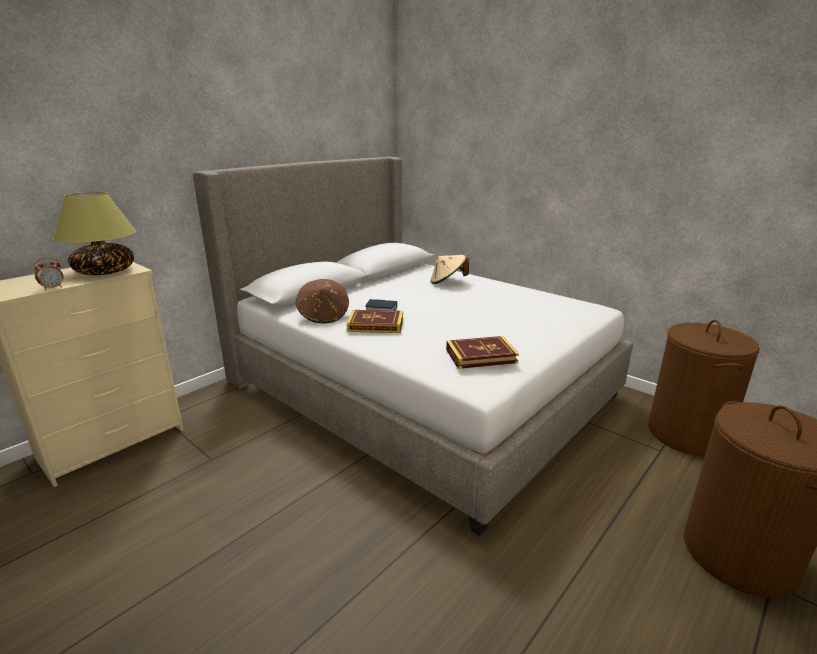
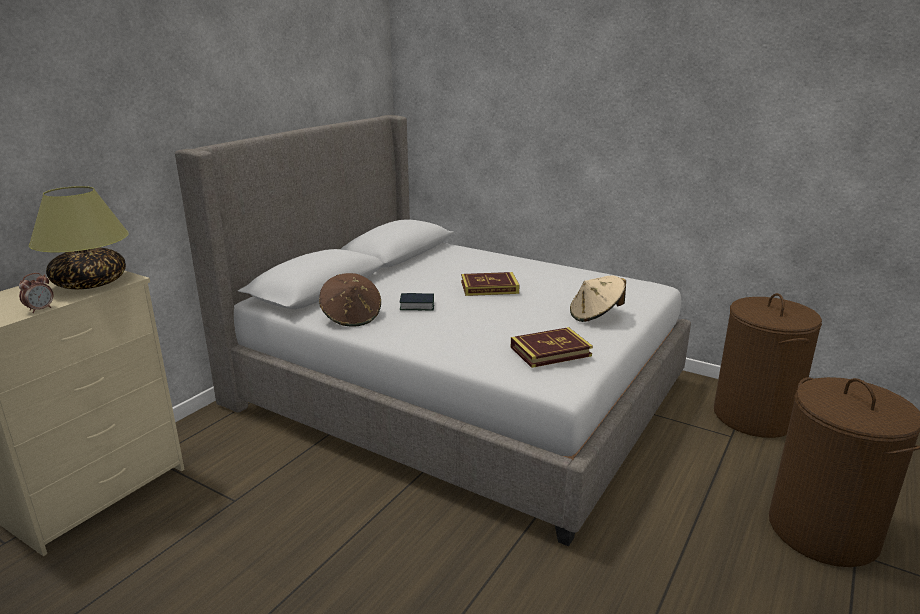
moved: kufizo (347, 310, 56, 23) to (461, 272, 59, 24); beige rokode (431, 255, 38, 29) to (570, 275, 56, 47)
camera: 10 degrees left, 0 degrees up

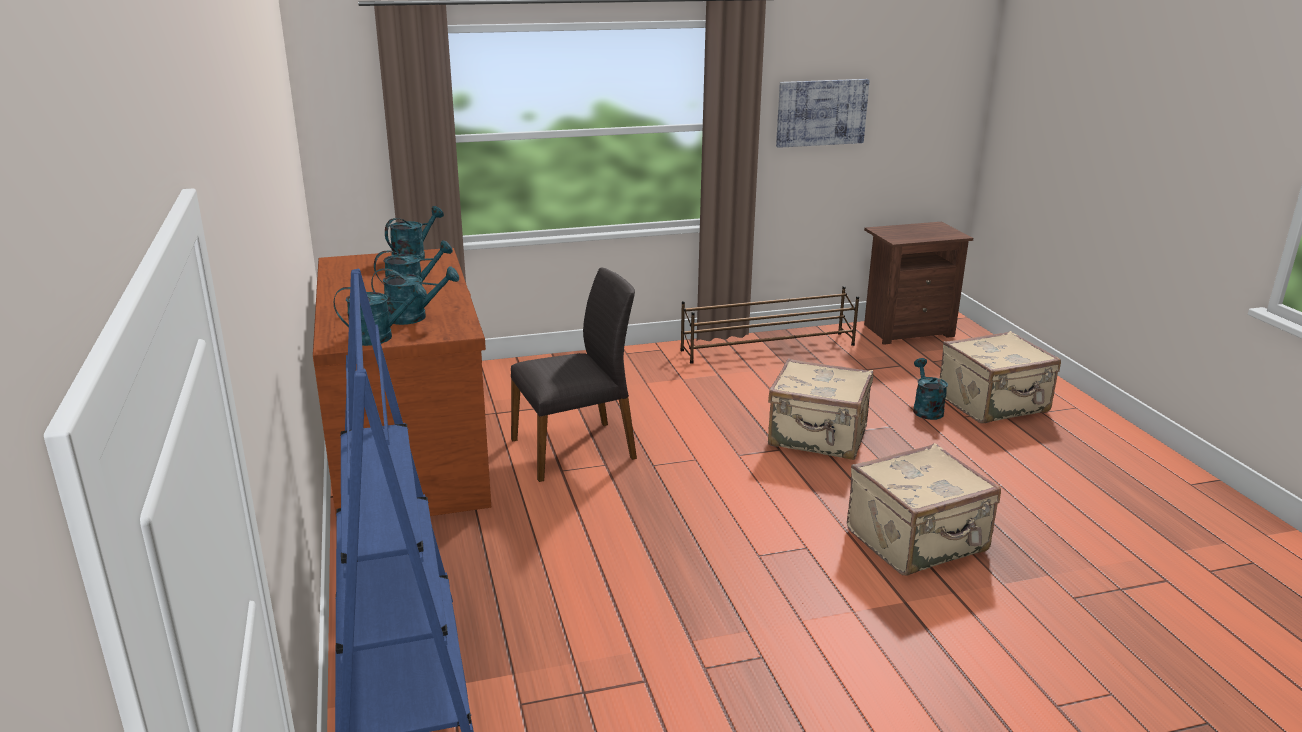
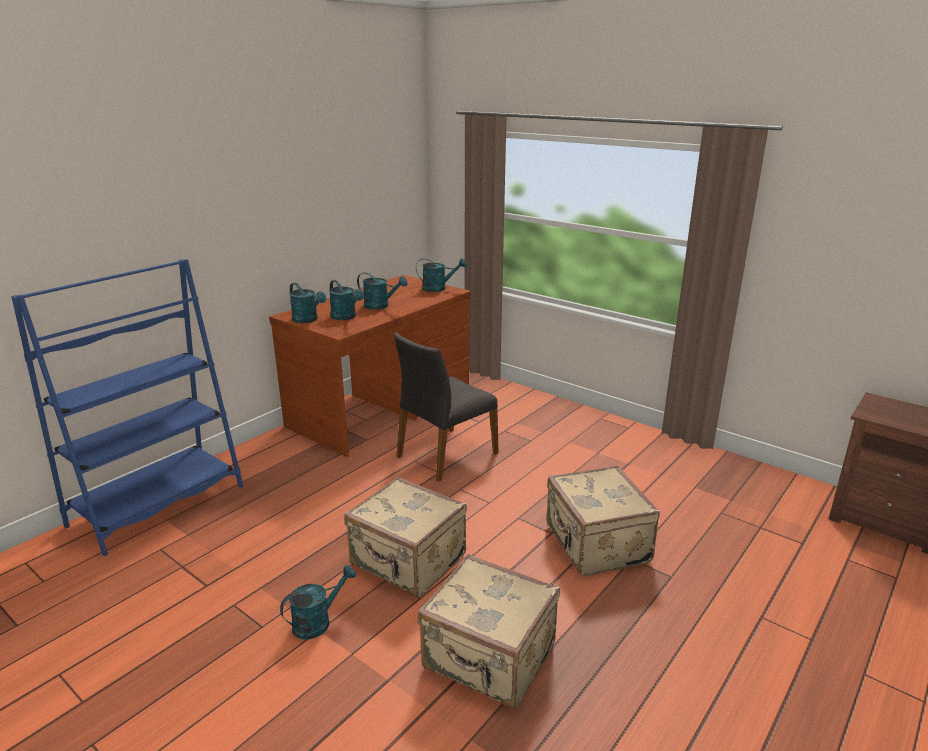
removed: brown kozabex (680, 286, 179, 78); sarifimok (776, 79, 94, 69)
moved: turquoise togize (913, 358, 35, 62) to (280, 565, 76, 74); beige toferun (940, 331, 121, 92) to (344, 477, 123, 120)
turned: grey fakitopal (511, 268, 126, 214) = (394, 332, 105, 149) 105 degrees clockwise
camera: 55 degrees right, 0 degrees up

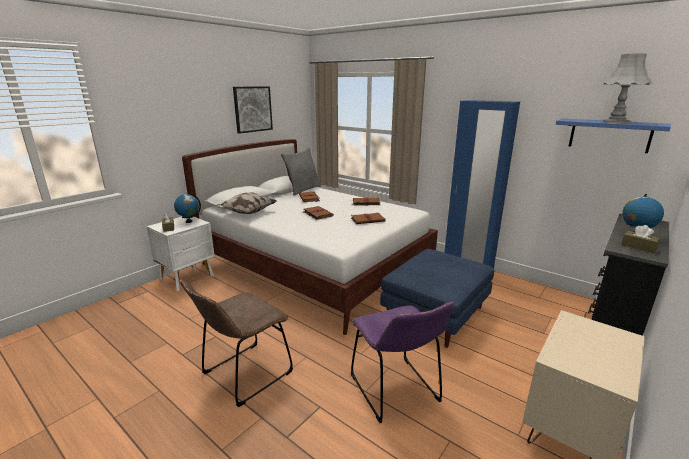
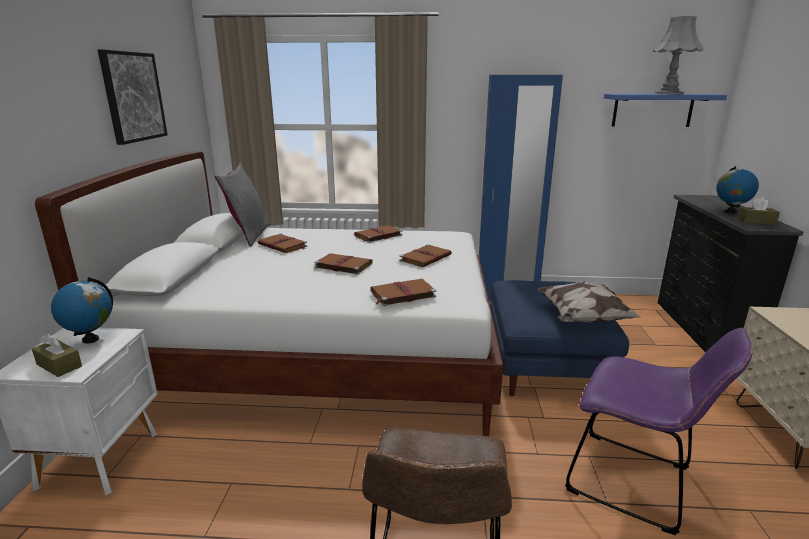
added: brown kufizo (371, 279, 65, 27)
moved: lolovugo (214, 192, 62, 22) to (537, 281, 104, 42)
camera: 35 degrees left, 0 degrees up

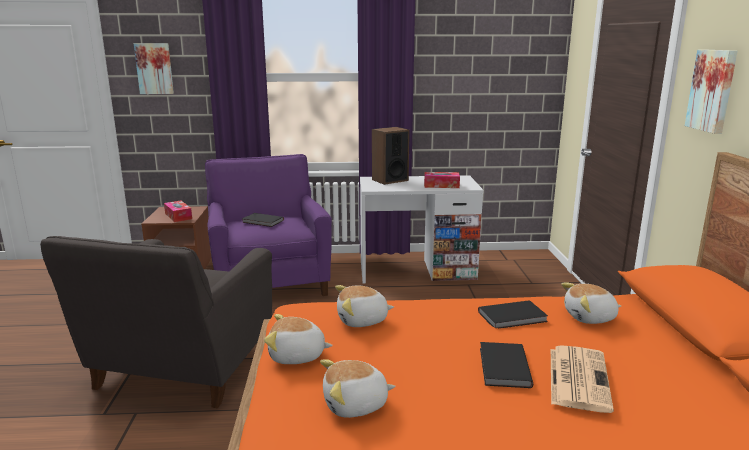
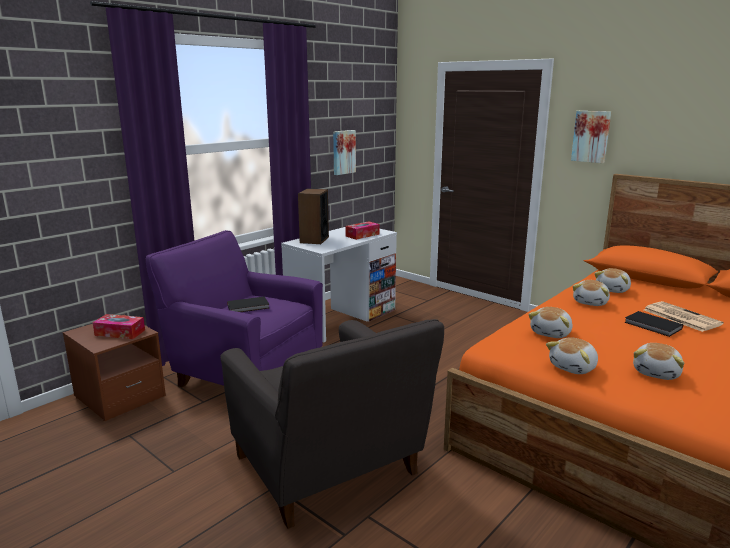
moved: sarifimok (134, 43, 40, 51) to (333, 130, 23, 45)
replaced: black kufizo (478, 300, 70, 28) to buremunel (573, 280, 37, 26)
camera: 45 degrees left, 0 degrees up

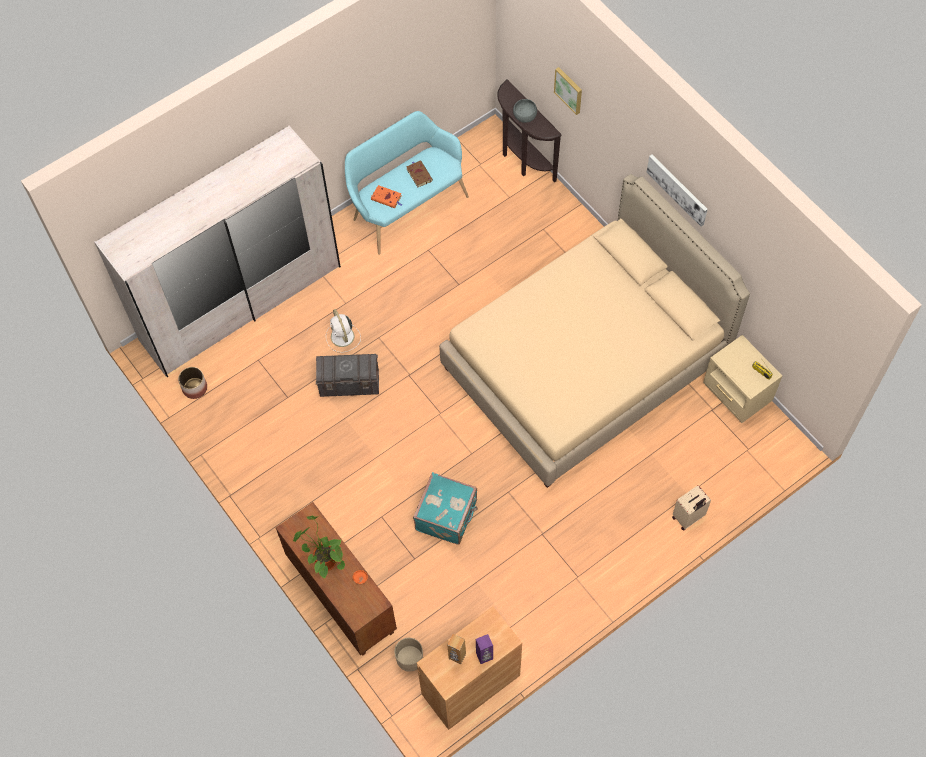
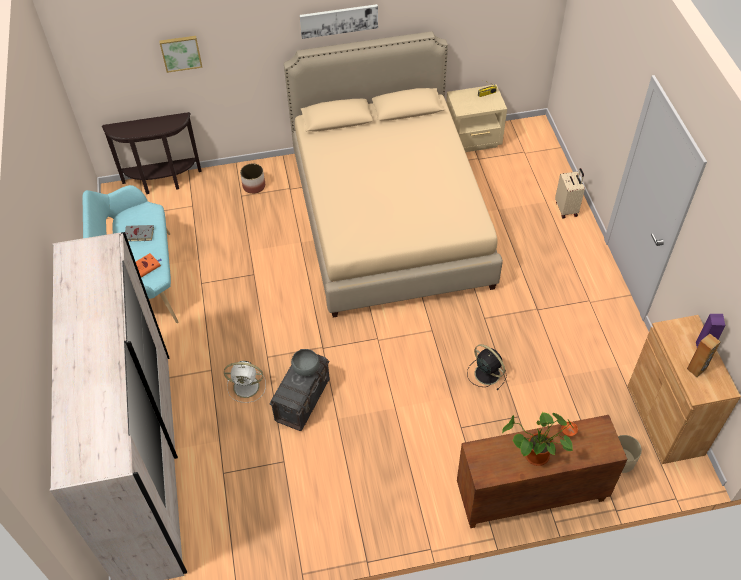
moved: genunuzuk (178, 367, 29, 32) to (240, 164, 25, 30); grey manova (513, 99, 24, 24) to (291, 349, 29, 27)
replaced: turquoise toferun (413, 472, 65, 73) to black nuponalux (467, 344, 40, 46)
recoloured: brown kufizo (406, 160, 27, 27) to grey kufizo (125, 225, 29, 17)
camera: 65 degrees left, 10 degrees down

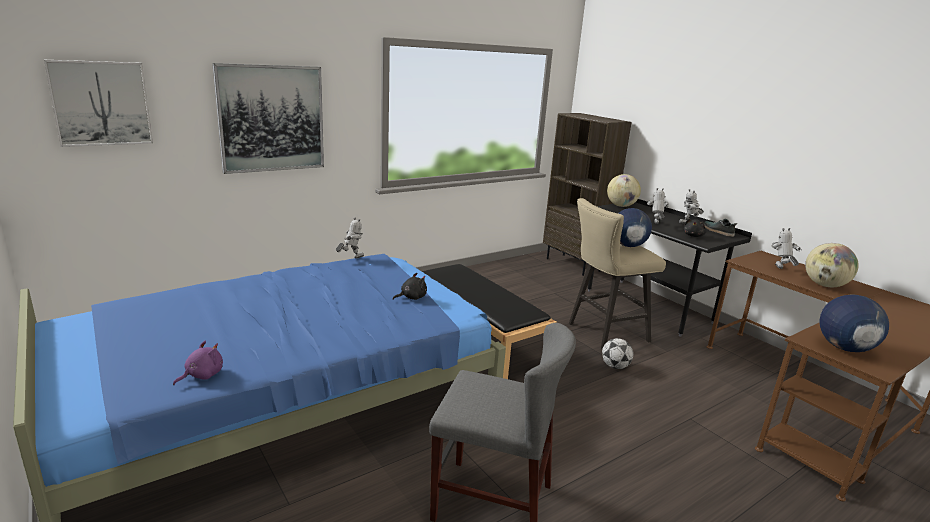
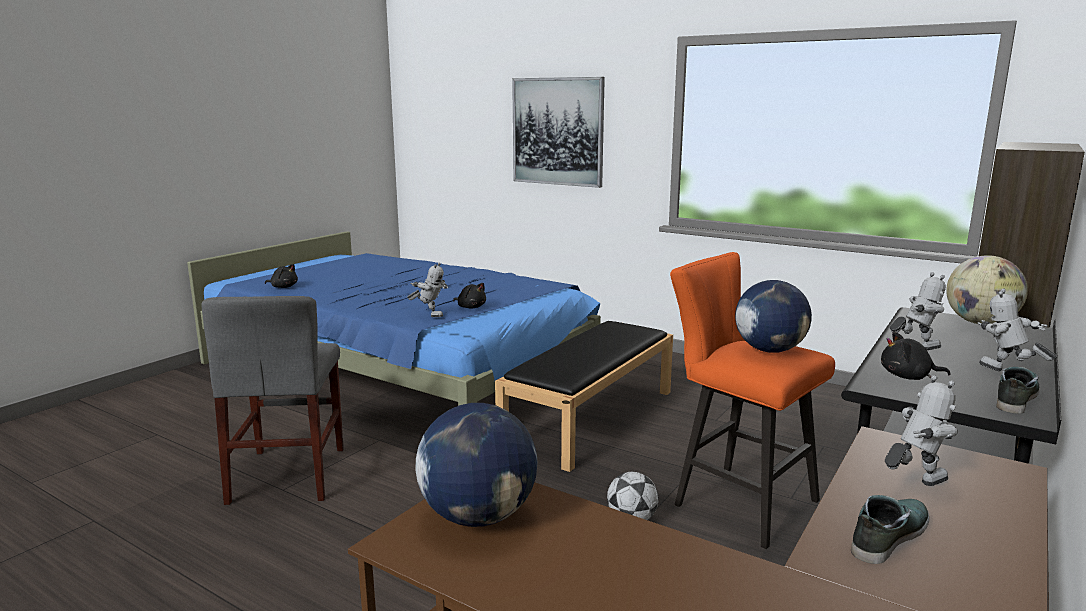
removed: sarifimok (44, 60, 109, 87)
moved: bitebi (336, 218, 28, 41) to (407, 262, 41, 55)
replaced: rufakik (805, 243, 54, 44) to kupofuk (851, 495, 78, 69)
recoloured: purple buremunel (173, 341, 50, 44) to black buremunel (265, 264, 33, 24); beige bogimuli (569, 198, 97, 151) to orange bogimuli (670, 252, 165, 297)
camera: 70 degrees right, 5 degrees down

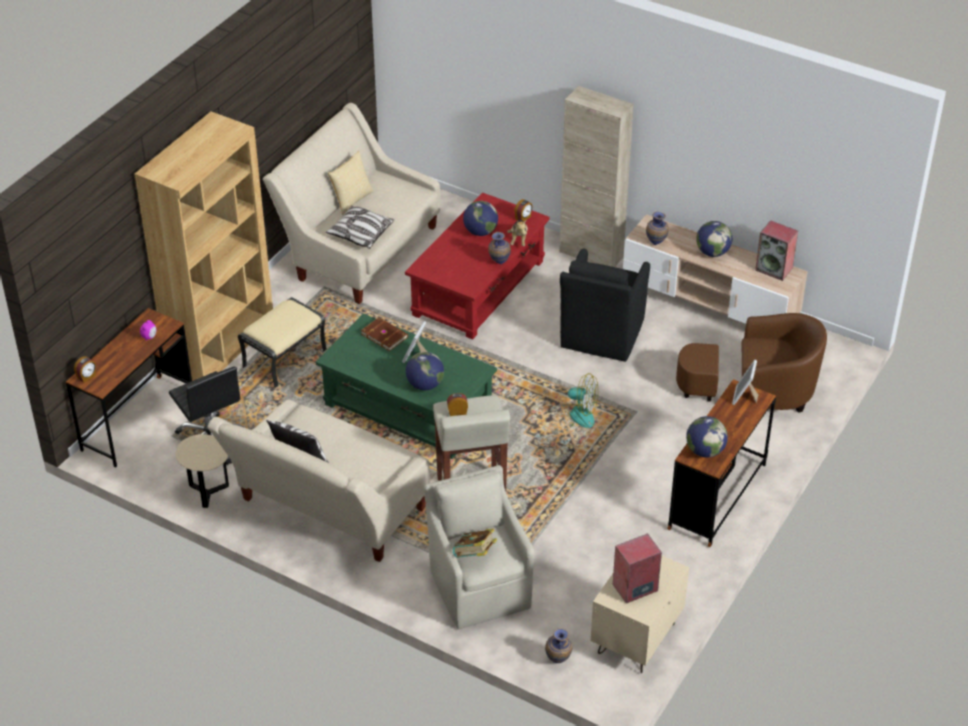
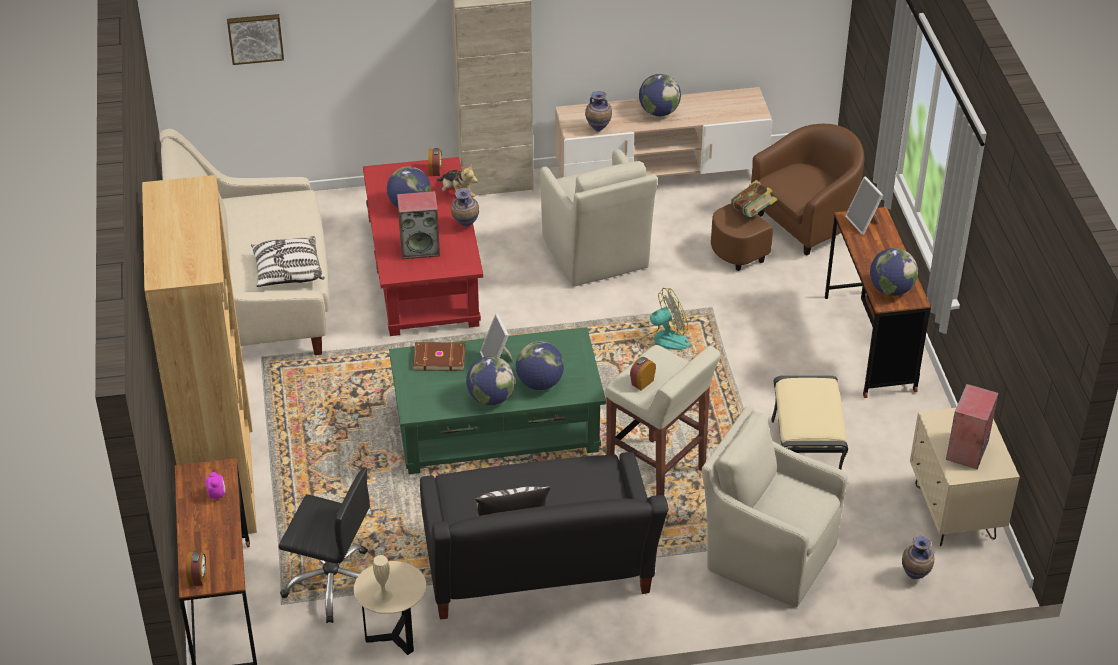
removed: lolovugo (328, 151, 45, 64)
added: sarifimok (227, 14, 57, 51); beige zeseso (373, 555, 20, 48); rufakik (466, 356, 49, 49)
moved: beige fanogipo (238, 297, 89, 91) to (771, 376, 77, 93); kufizo (453, 528, 44, 30) to (731, 180, 47, 37); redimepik (755, 220, 43, 61) to (397, 191, 43, 68)
recoloured: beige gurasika (207, 399, 223, 163) to black gurasika (420, 452, 248, 167); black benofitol (560, 248, 90, 114) to beige benofitol (540, 149, 117, 138)
camera: 40 degrees left, 0 degrees up

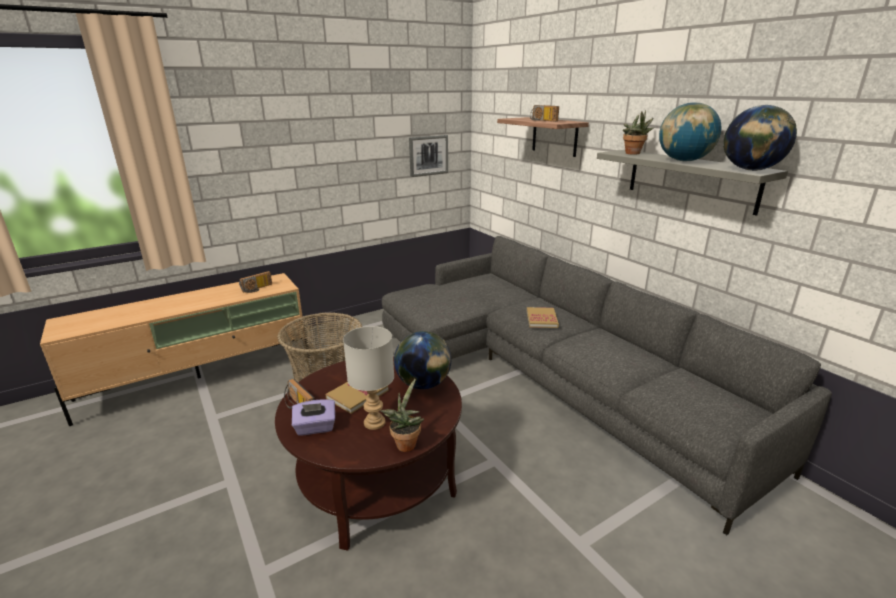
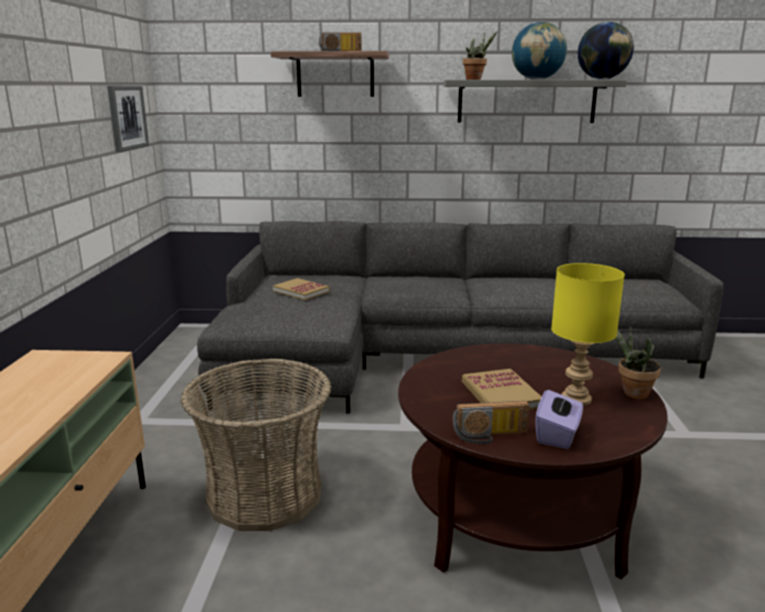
removed: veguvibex (239, 271, 33, 22); rufakik (394, 331, 57, 58)
moved: kufizo (527, 307, 32, 21) to (273, 278, 57, 22)
recoloured: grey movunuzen (343, 326, 51, 104) to yellow movunuzen (551, 263, 74, 143)
camera: 55 degrees left, 5 degrees down

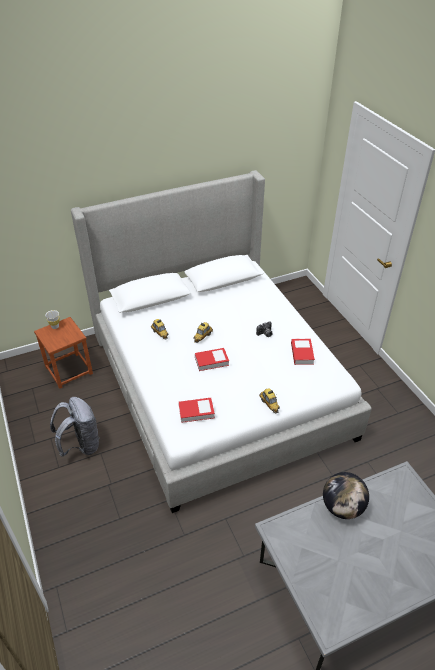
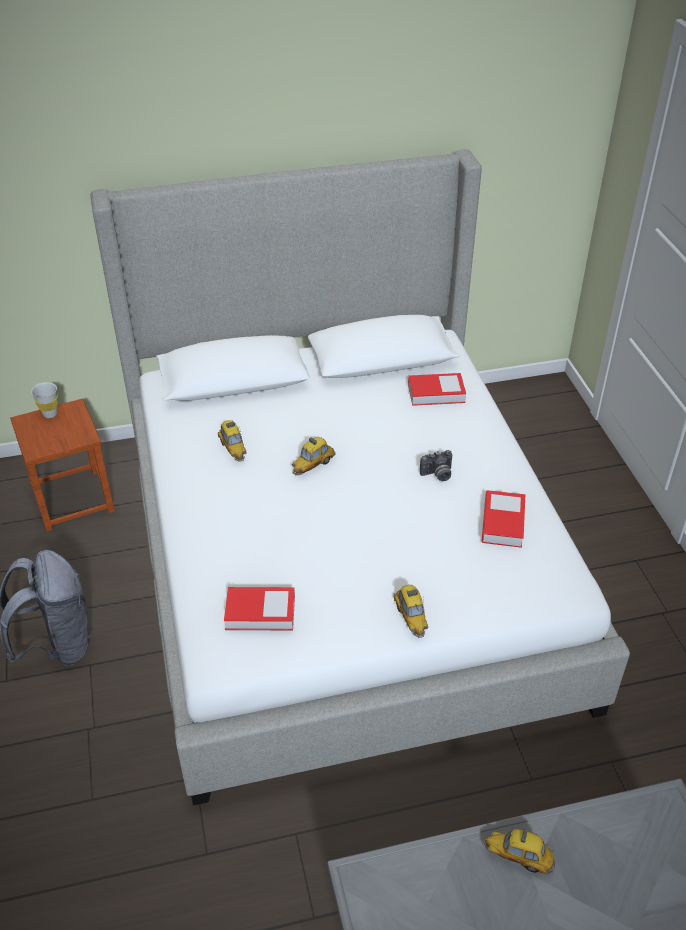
moved: kufizo (195, 348, 34, 23) to (408, 373, 58, 33)
replaced: rufakik (323, 472, 46, 47) to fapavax (484, 829, 72, 45)
camera: 10 degrees right, 0 degrees up

